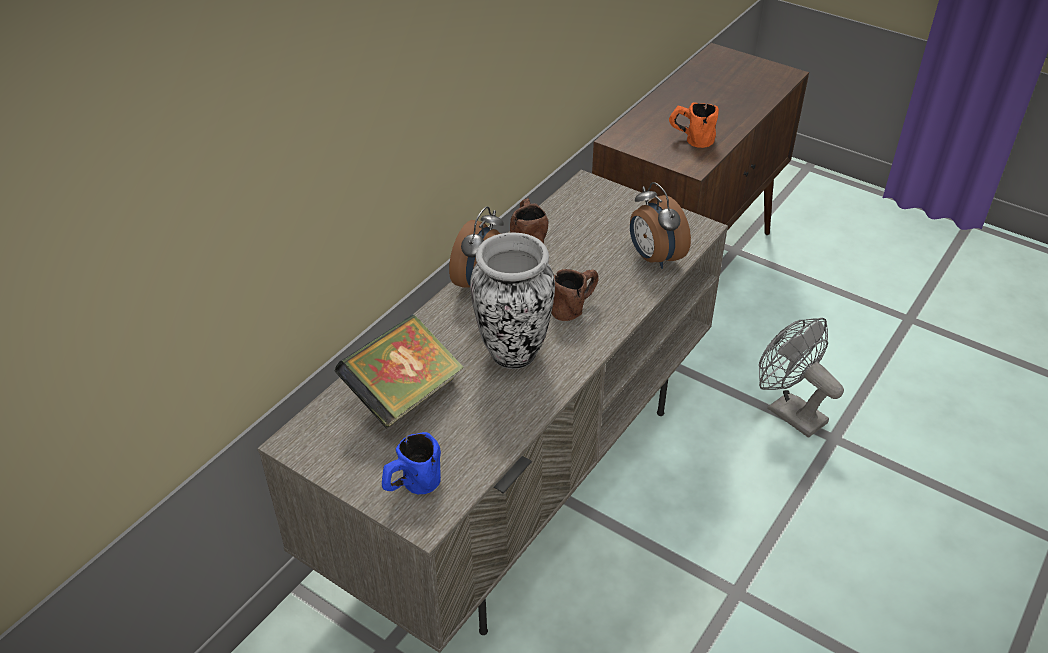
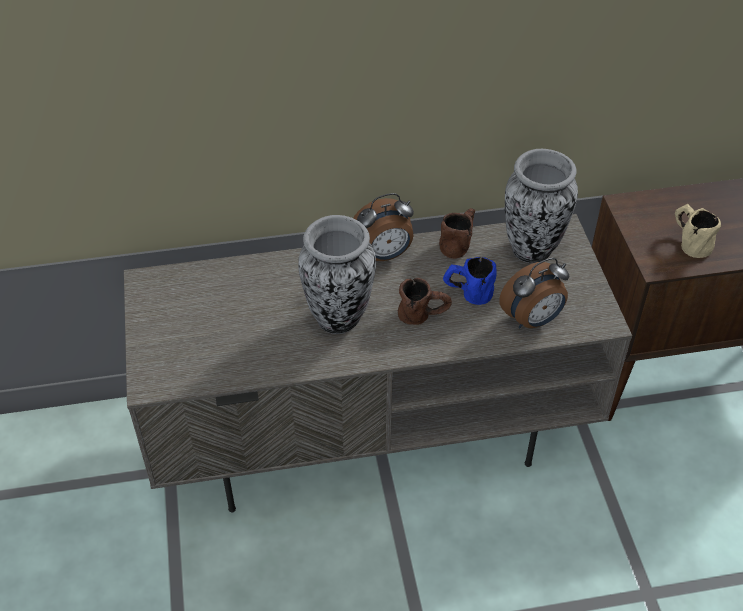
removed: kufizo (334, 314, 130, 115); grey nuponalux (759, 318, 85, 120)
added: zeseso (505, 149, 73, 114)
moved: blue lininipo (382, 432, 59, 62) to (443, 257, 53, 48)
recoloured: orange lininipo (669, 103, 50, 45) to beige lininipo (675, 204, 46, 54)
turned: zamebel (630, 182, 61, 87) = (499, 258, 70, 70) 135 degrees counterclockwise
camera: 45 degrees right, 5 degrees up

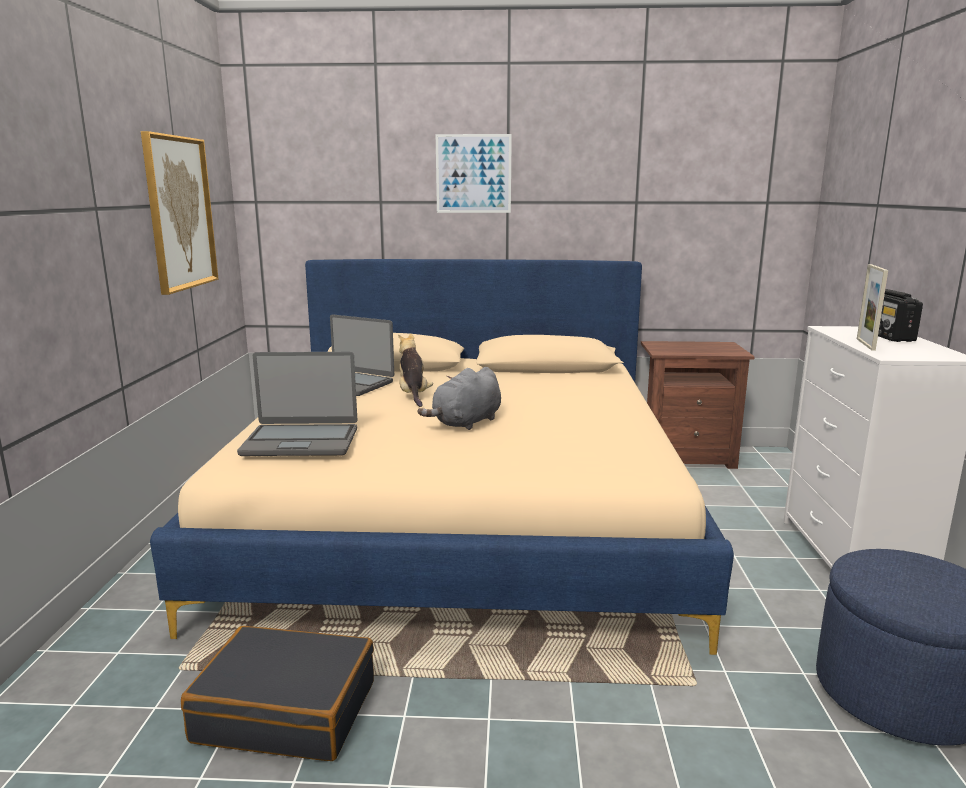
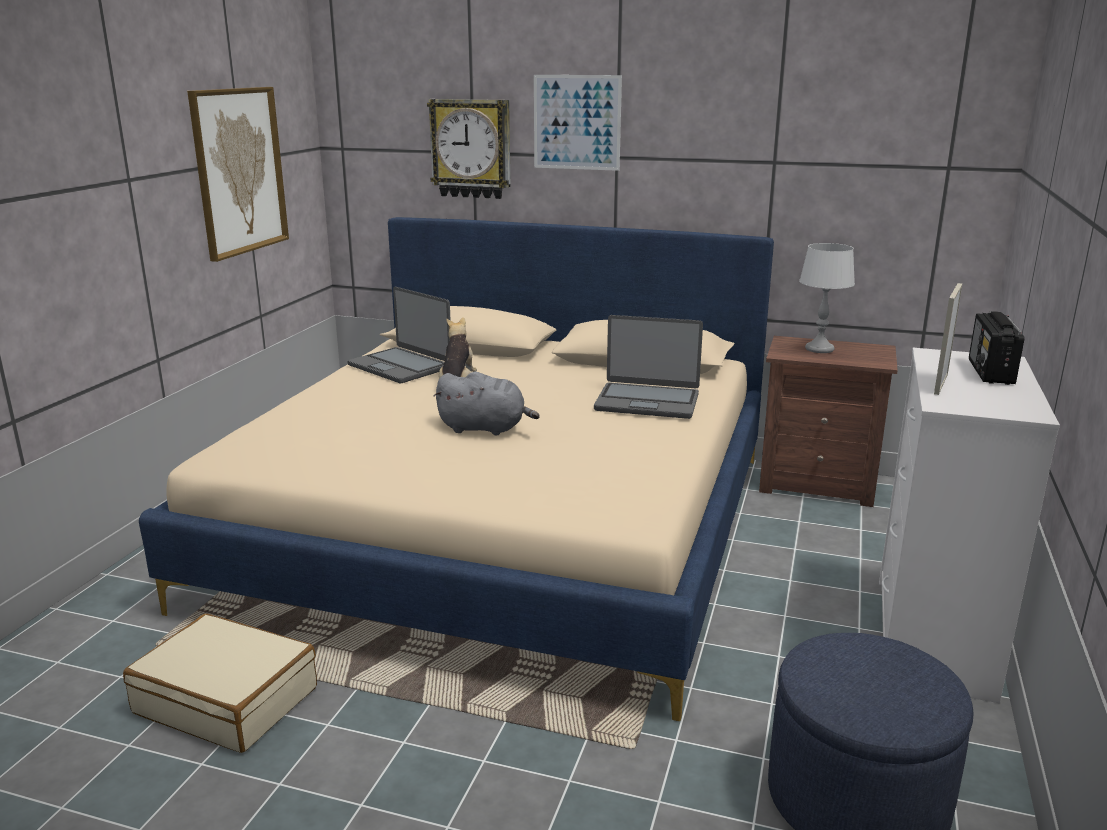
added: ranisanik (427, 99, 84, 100); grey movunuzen (799, 243, 56, 110)
moved: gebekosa (237, 352, 120, 104) to (594, 315, 109, 104)
recoloured: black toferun (181, 626, 193, 135) to beige toferun (123, 614, 194, 139)
turned: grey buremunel (417, 367, 84, 63) = (434, 372, 105, 64) 135 degrees counterclockwise
camera: 15 degrees right, 5 degrees up

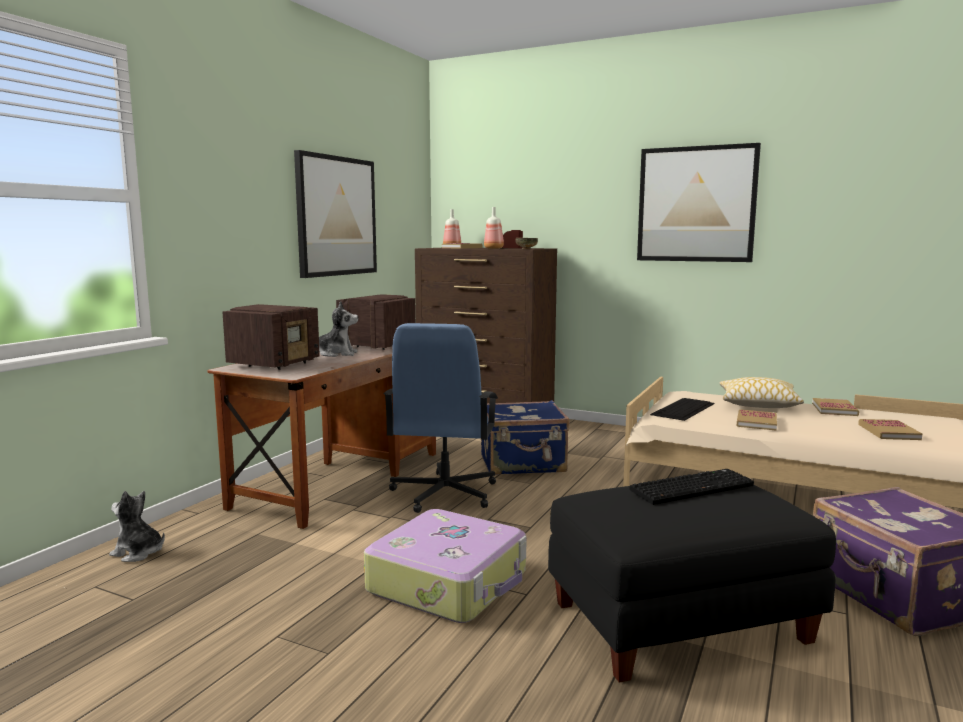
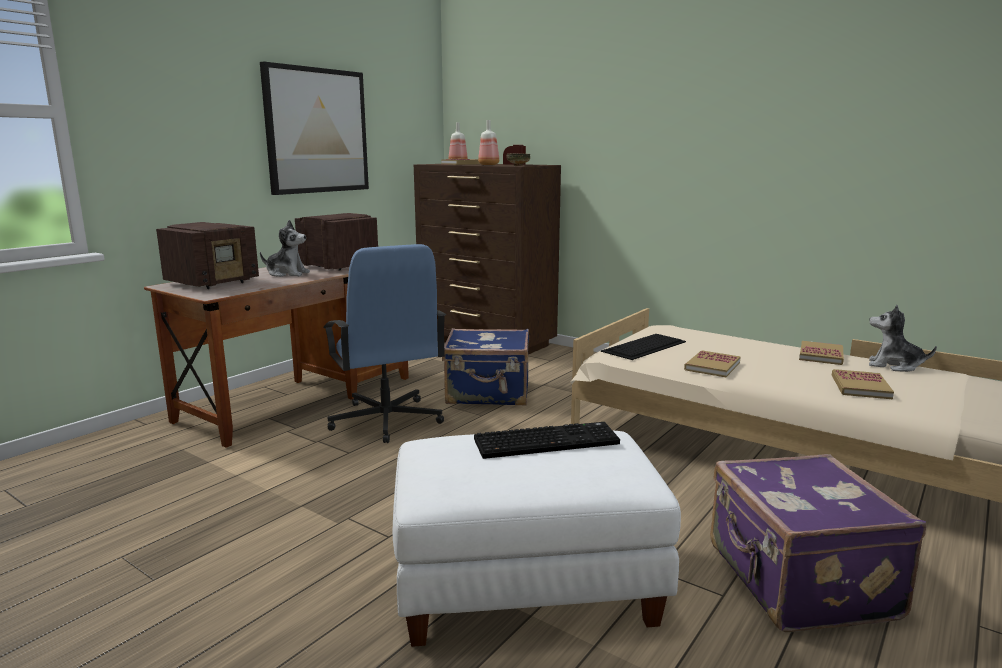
removed: toferun (364, 509, 162, 114); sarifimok (637, 143, 124, 119); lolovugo (720, 377, 84, 31)
moved: buremunel (109, 491, 56, 71) to (869, 305, 68, 67)
recoloured: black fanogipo (548, 485, 288, 198) to white fanogipo (393, 430, 288, 217)
turned: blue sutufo (383, 323, 115, 190) = (323, 244, 123, 199) 45 degrees counterclockwise
camera: 10 degrees right, 5 degrees up

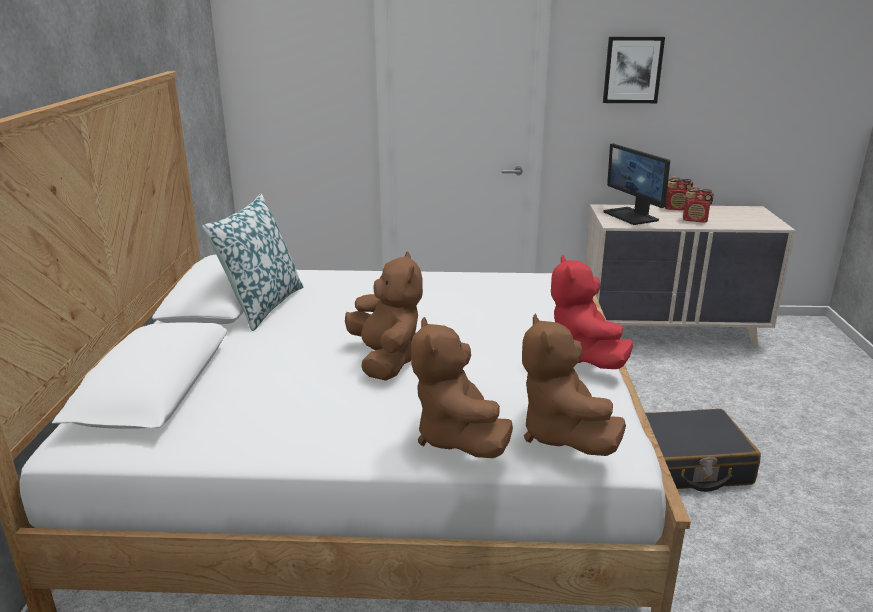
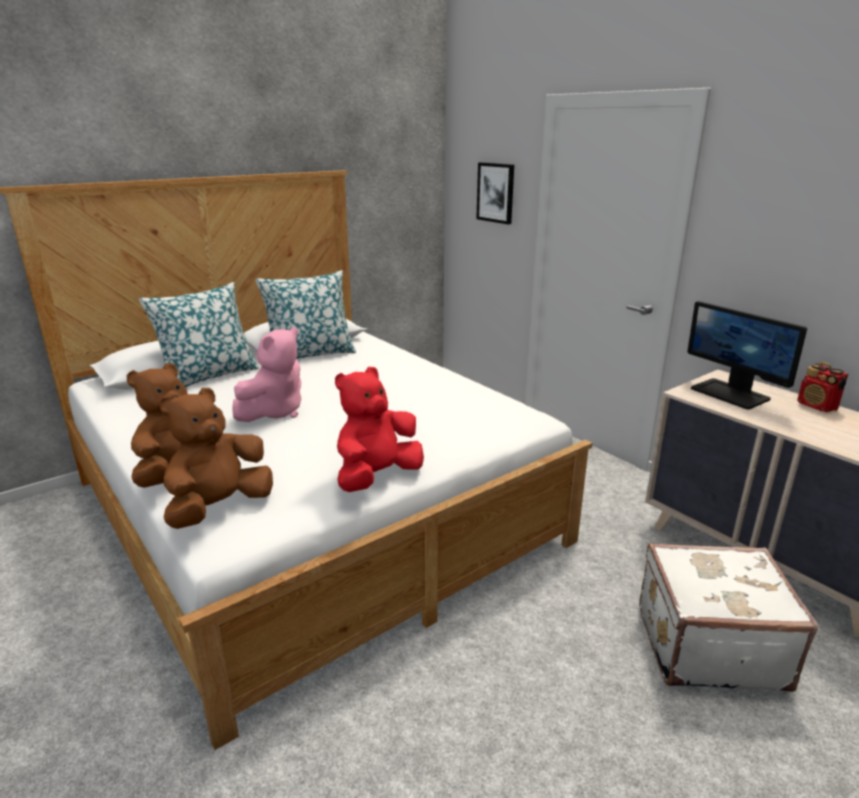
removed: black toferun (645, 409, 116, 83); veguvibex (683, 186, 31, 37)
added: lolovugo (139, 282, 120, 105); white toferun (639, 543, 180, 149)
moved: sarifimok (603, 37, 62, 66) to (476, 162, 38, 63)
recoloured: brown buremunel (345, 251, 78, 130) to pink buremunel (232, 327, 69, 95)
turned: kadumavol (603, 143, 67, 82) = (687, 301, 120, 108) 60 degrees counterclockwise
camera: 50 degrees right, 0 degrees up

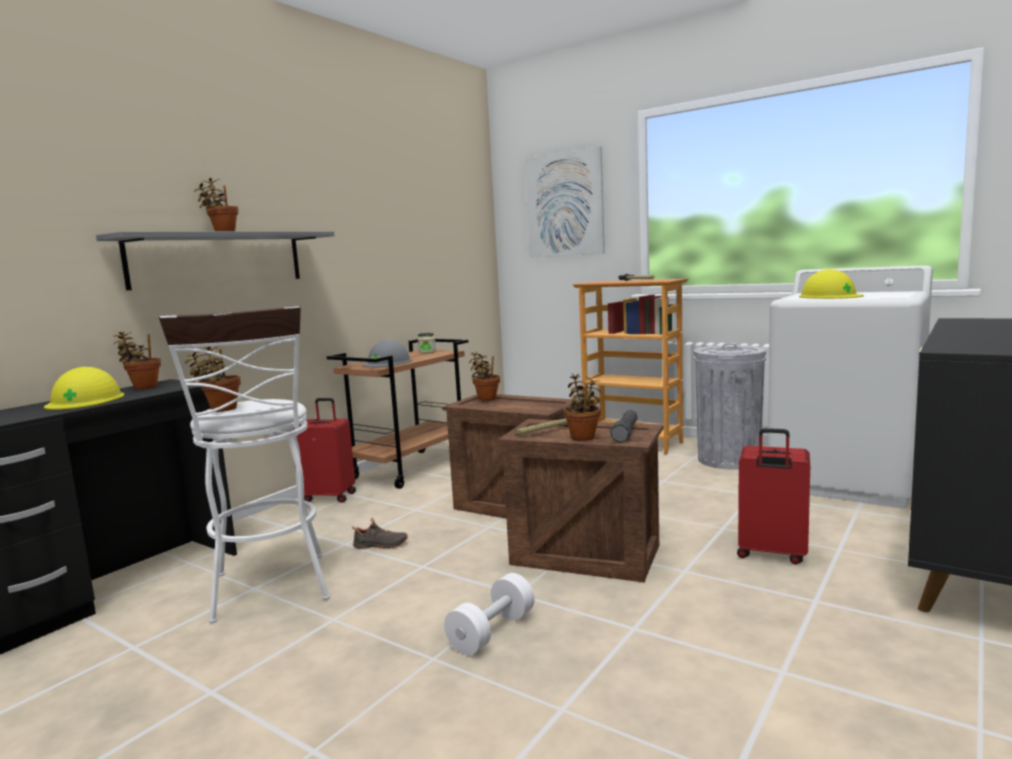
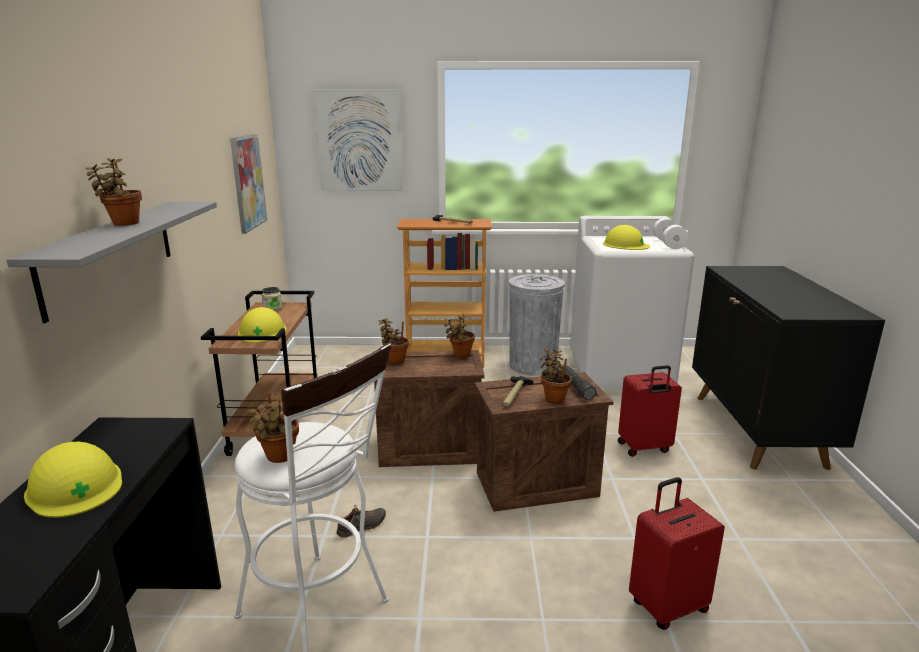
added: sarifimok (230, 134, 37, 100)
moved: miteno (114, 331, 47, 58) to (444, 315, 31, 43); red toferun (294, 398, 62, 105) to (629, 477, 96, 153); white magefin (444, 573, 91, 82) to (653, 218, 35, 31)
recoloured: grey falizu (363, 340, 49, 27) to yellow falizu (238, 307, 49, 36)
camera: 35 degrees left, 10 degrees up

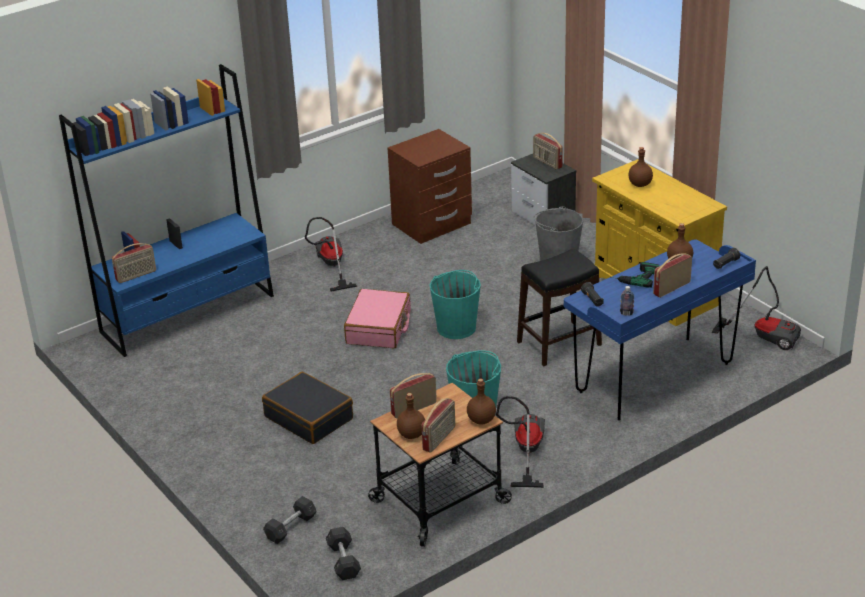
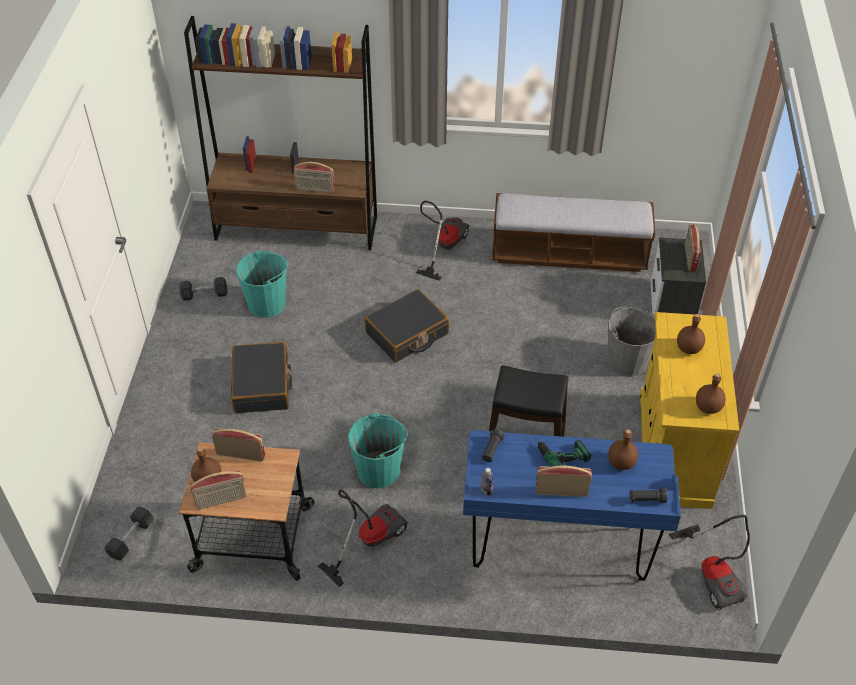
moved: veguvibex (112, 243, 44, 40) to (294, 162, 41, 31); grey magefin (263, 496, 54, 48) to (179, 277, 48, 24); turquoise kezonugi (430, 270, 51, 69) to (236, 251, 52, 67); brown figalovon (467, 379, 29, 46) to (696, 373, 30, 41)
replaced: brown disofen (388, 129, 84, 115) to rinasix (492, 193, 163, 79)
recoloured: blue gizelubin (59, 64, 215, 293) to brown gizelubin (184, 16, 193, 234); pink toferun (344, 289, 67, 59) to black toferun (365, 289, 84, 73)
camera: 40 degrees right, 15 degrees up

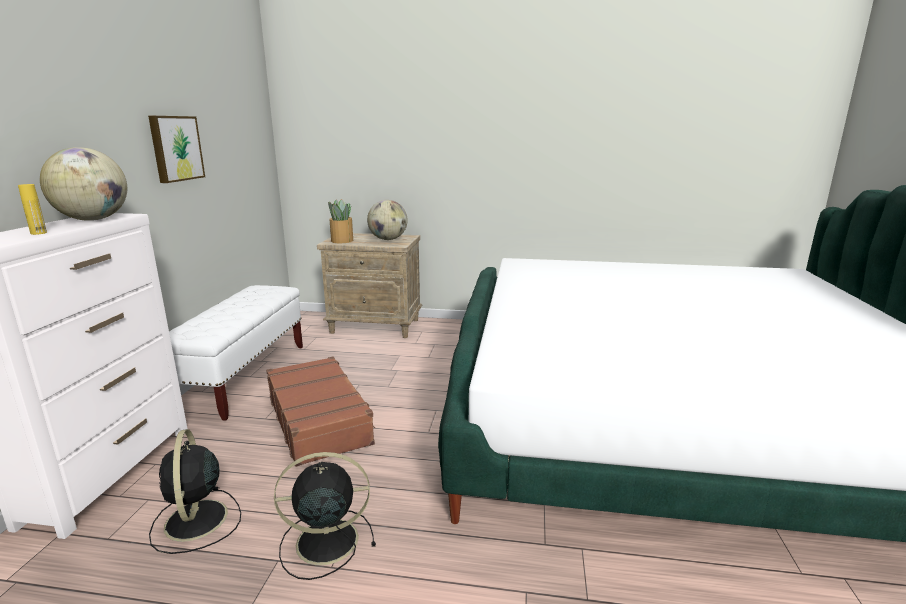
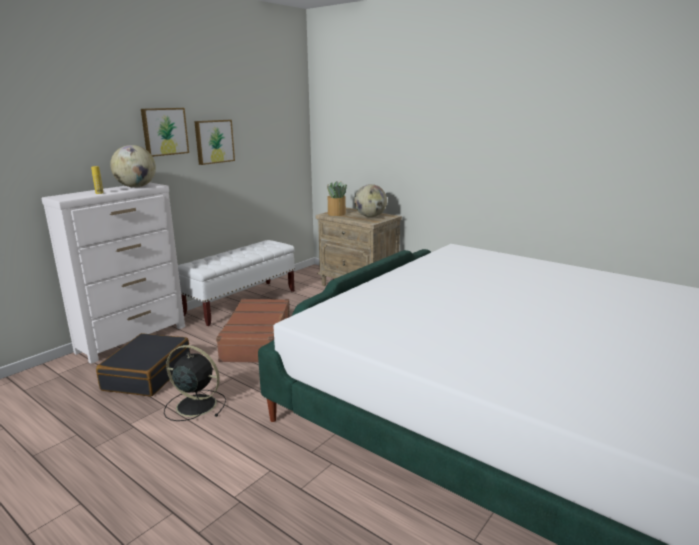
added: sarifimok (141, 108, 48, 49)
replaced: black nuponalux (149, 429, 92, 125) to black toferun (96, 333, 94, 63)
camera: 30 degrees right, 0 degrees up

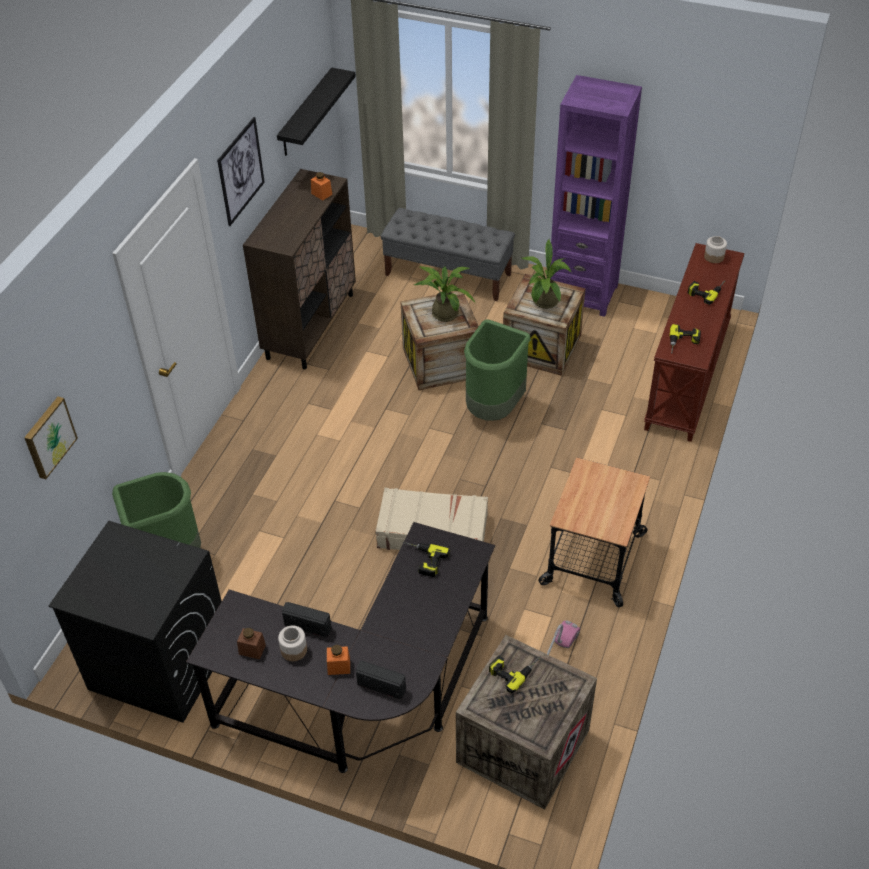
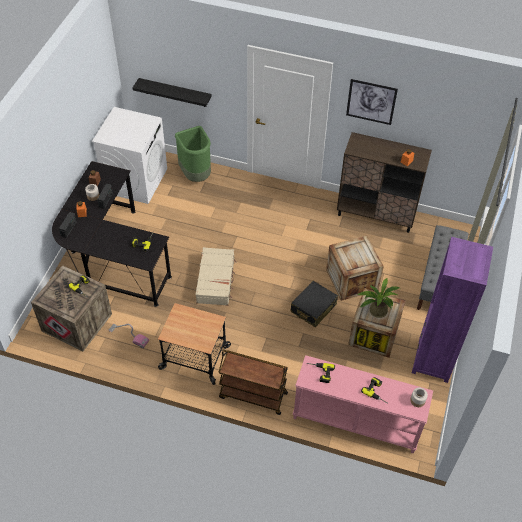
removed: sarifimok (24, 396, 54, 83); miteno (413, 266, 62, 56)
added: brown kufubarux (218, 350, 70, 65)
moved: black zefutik (277, 67, 79, 89) to (132, 78, 79, 29)
replaced: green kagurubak (464, 319, 66, 102) to black toferun (290, 281, 48, 47)
recoloured: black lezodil (49, 521, 173, 202) to white lezodil (92, 107, 75, 97); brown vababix (644, 243, 101, 199) to pink vababix (293, 355, 140, 99)
camera: 85 degrees right, 5 degrees up

